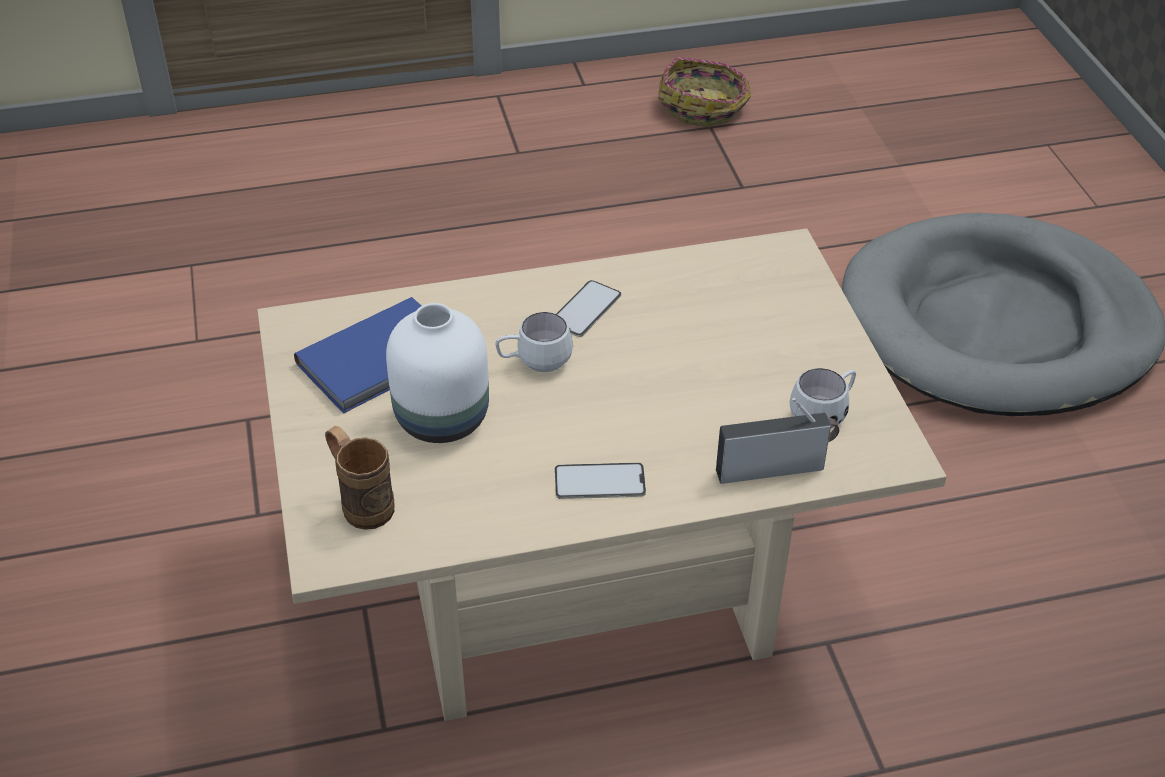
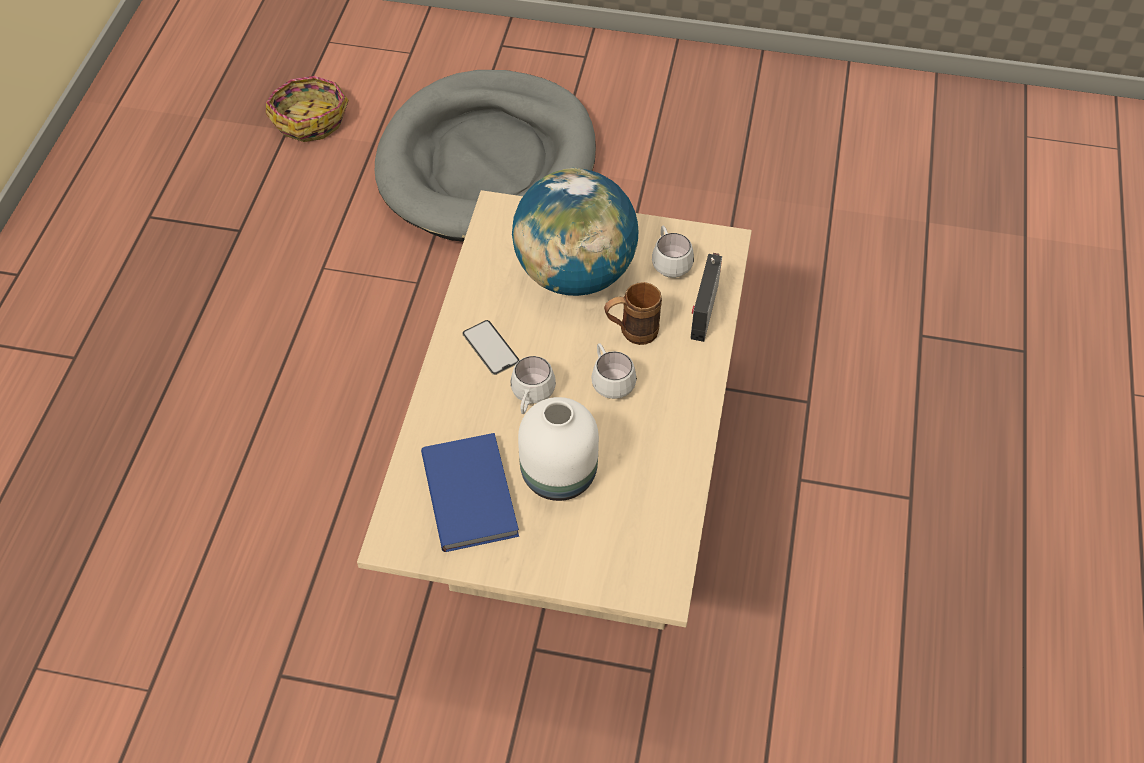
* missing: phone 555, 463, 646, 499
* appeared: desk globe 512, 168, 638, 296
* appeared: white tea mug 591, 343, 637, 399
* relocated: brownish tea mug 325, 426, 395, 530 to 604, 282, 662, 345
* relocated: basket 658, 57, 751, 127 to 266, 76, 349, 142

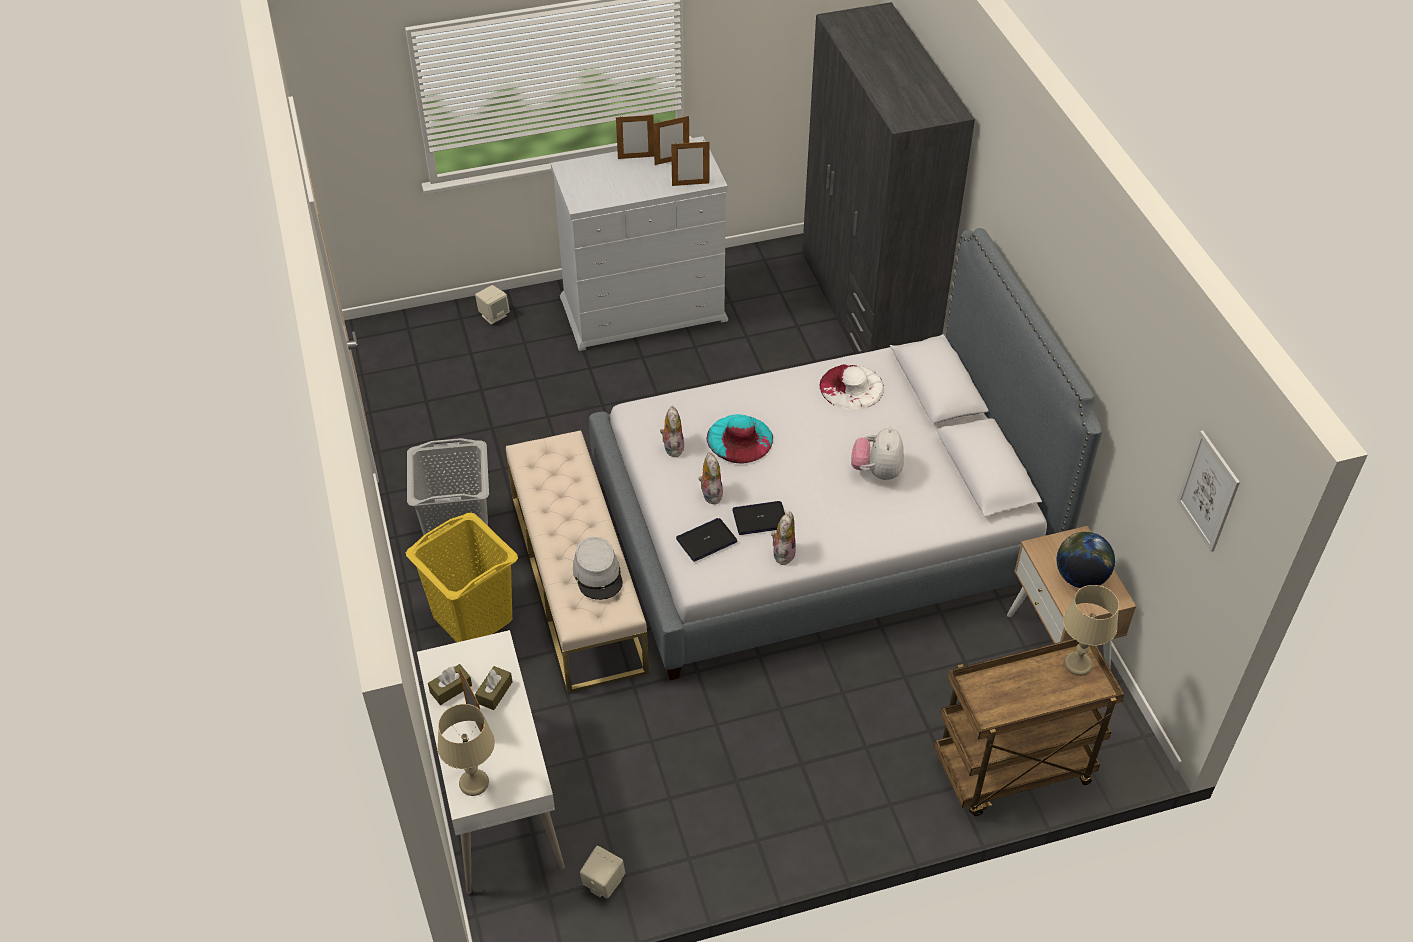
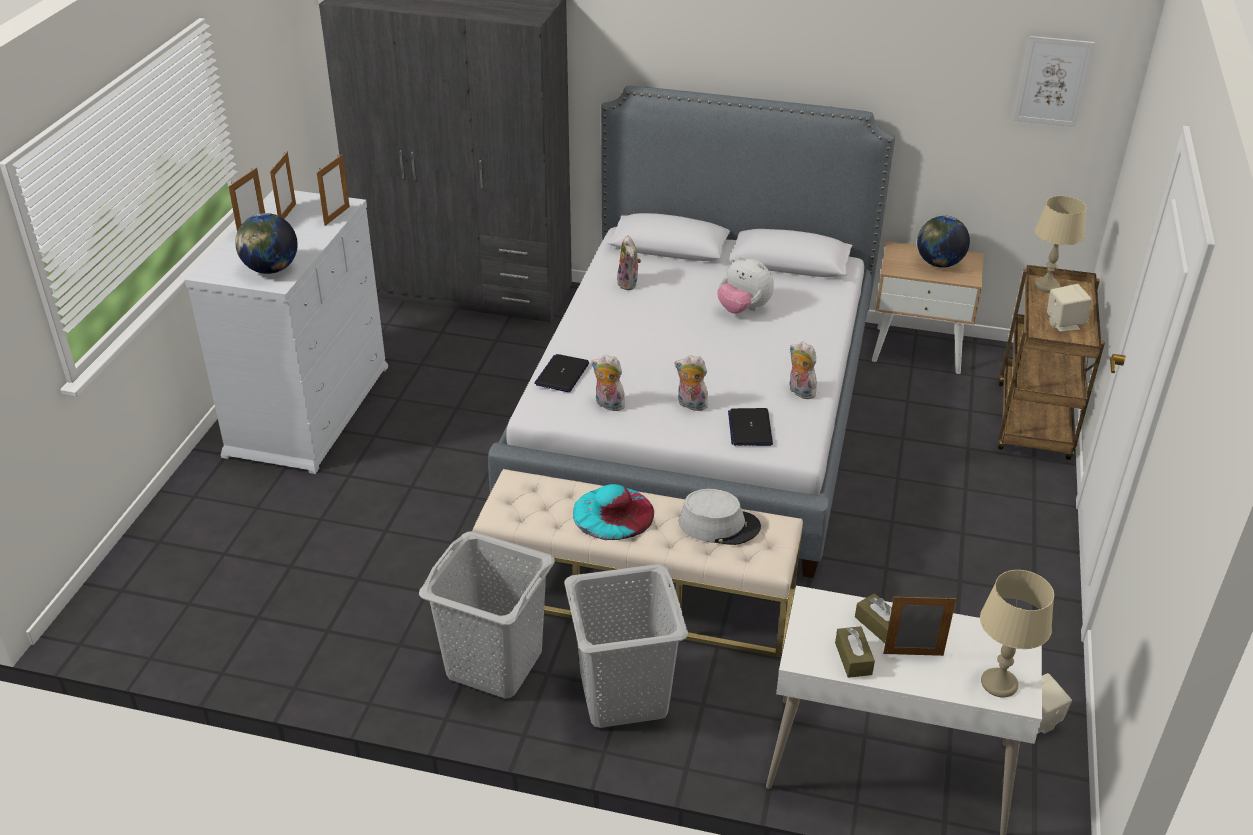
* appeared: desk globe 235, 213, 298, 274
* relocated: beige audio speaker 475, 285, 510, 325 to 1047, 284, 1092, 332
* relocated: blue-green hat 706, 414, 773, 464 to 573, 484, 654, 540
* relocated: notebook computer 732, 501, 785, 535 to 534, 354, 589, 392
* exchanged: white hat 819, 364, 884, 410 to cuddly toy 617, 235, 641, 290
* colour: yellowish hamper 406, 513, 518, 642 to grey hamper 564, 564, 688, 728

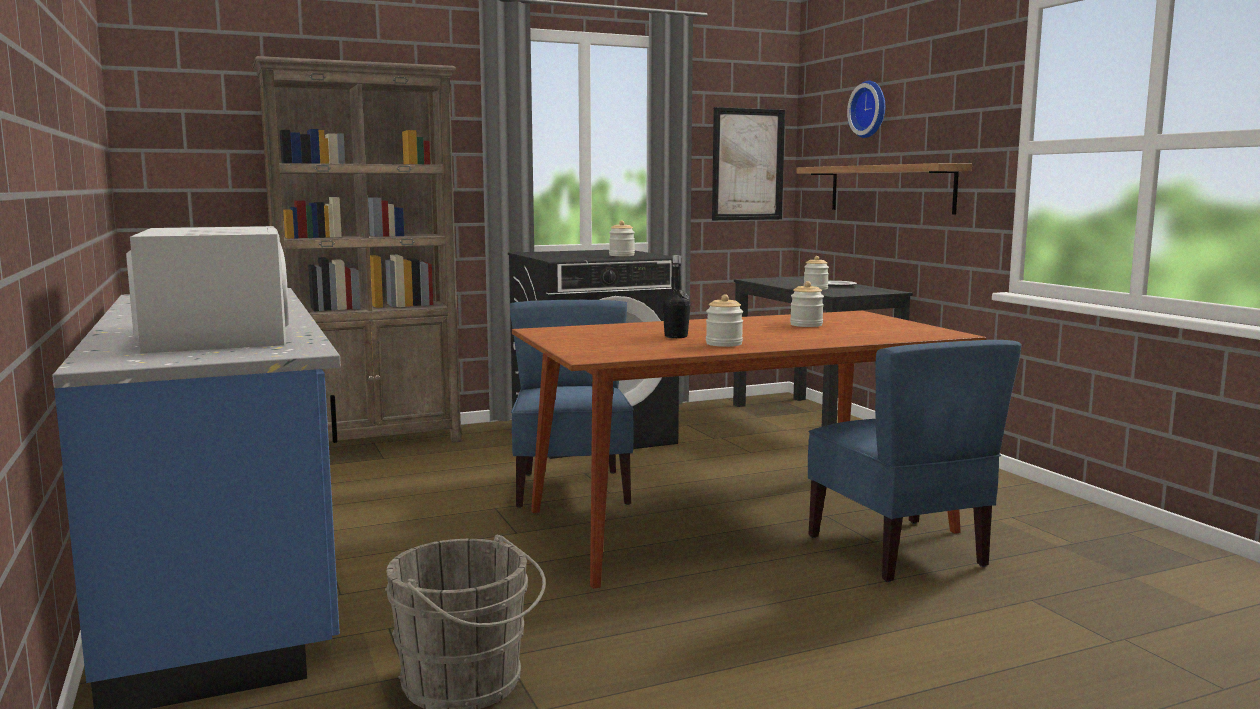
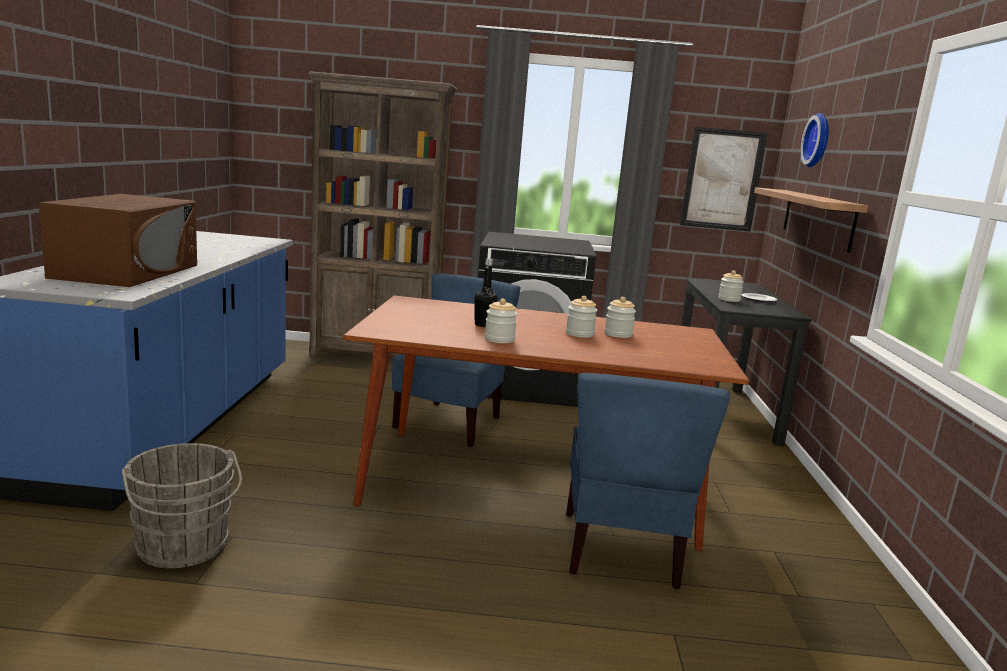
* relocated: preserve jar 609, 220, 635, 256 to 566, 296, 597, 338
* colour: white microwave oven 126, 226, 289, 354 to brownish microwave oven 39, 194, 197, 287

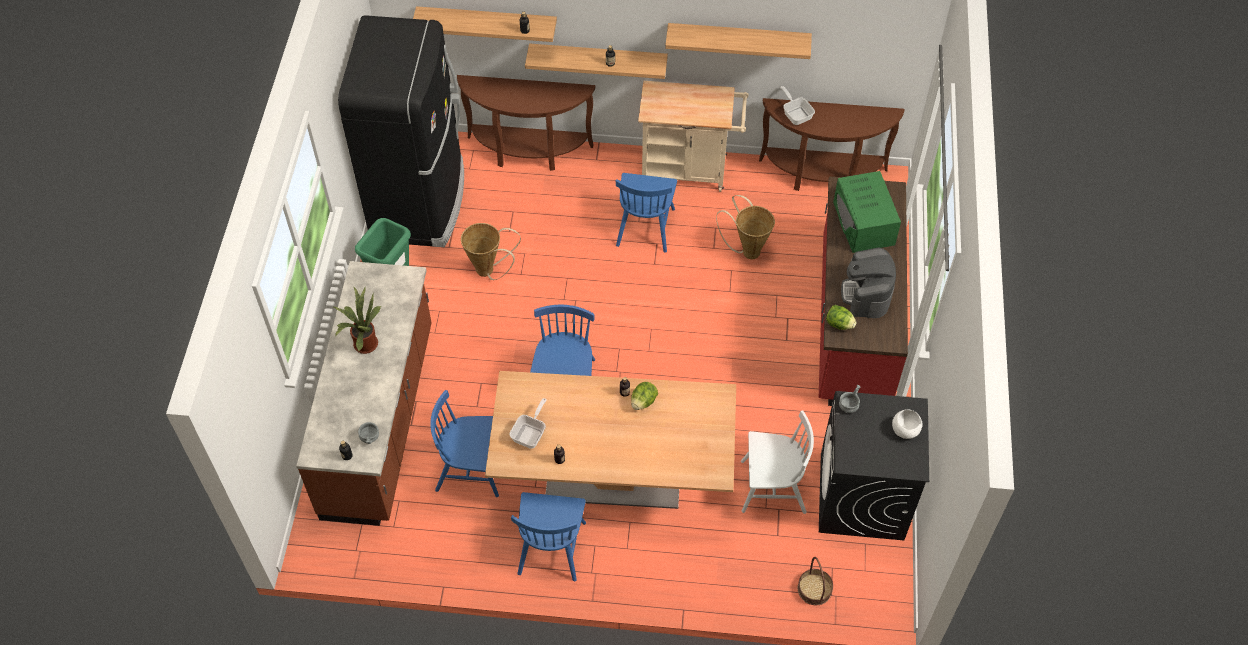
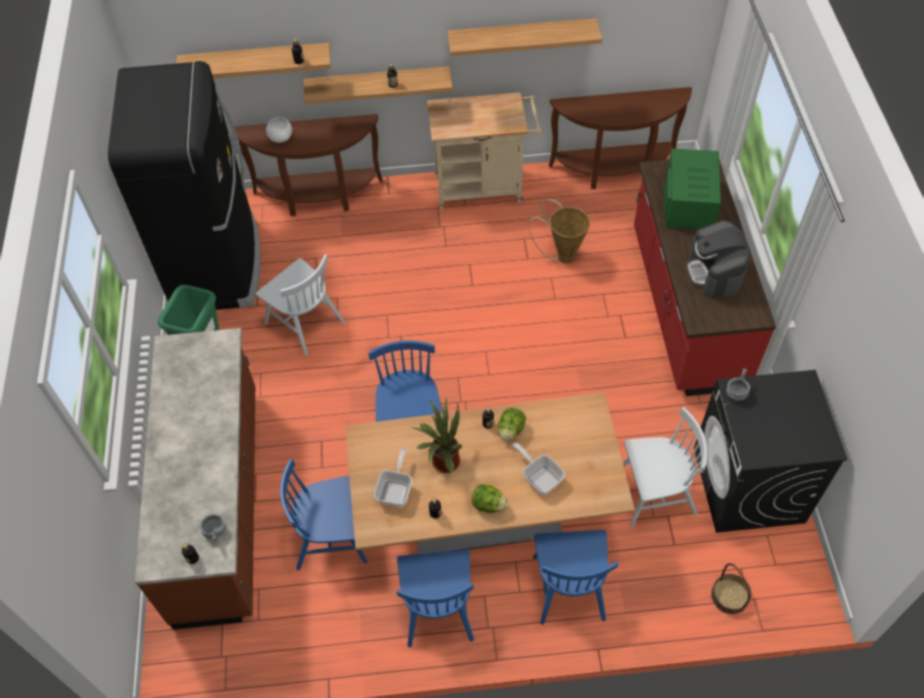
* relocated: potted plant 332, 287, 381, 354 to 413, 398, 462, 473
* relocated: blue plain chair 616, 173, 677, 253 to 533, 530, 618, 625
* relocated: skillet 780, 86, 815, 125 to 513, 442, 565, 495
* relocated: lettuce head 826, 305, 857, 330 to 472, 484, 508, 513
* relocated: white bowl 892, 409, 923, 439 to 266, 117, 292, 143
* exchanged: basket 461, 223, 521, 280 to white plain chair 256, 254, 345, 355
* spun: green-coloured microwave oven 833, 171, 901, 253 = 664, 148, 721, 229 150 degrees counterclockwise

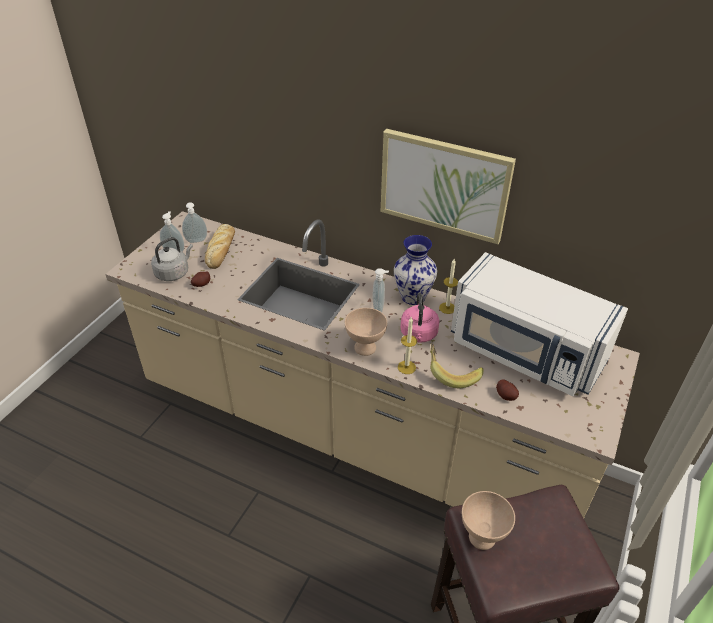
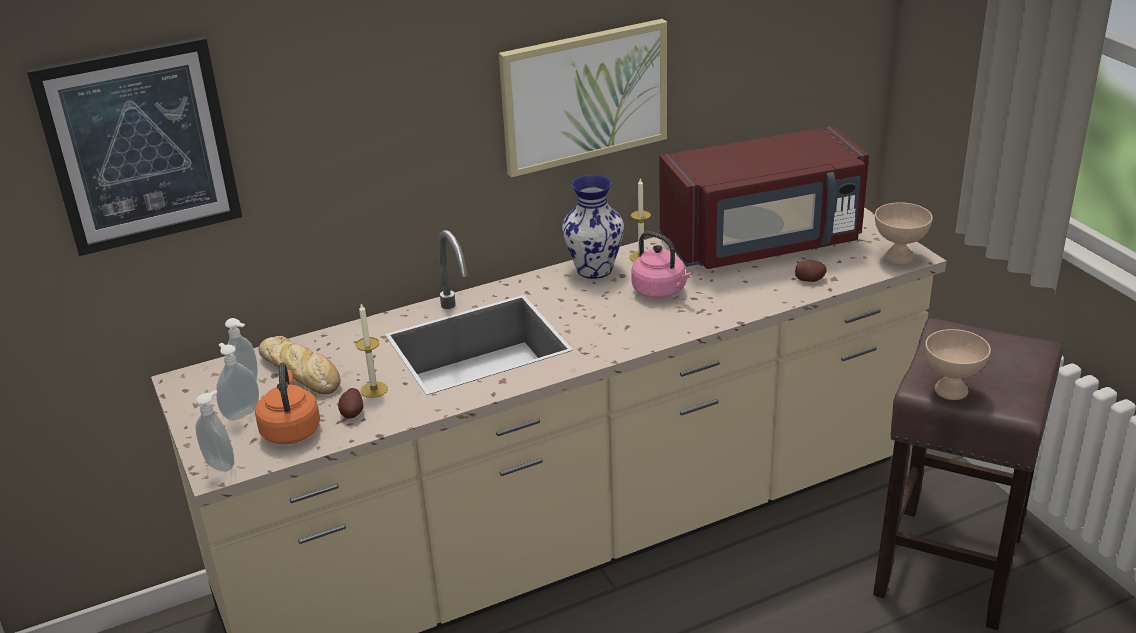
* missing: whole banana 430, 343, 484, 388
* appeared: picture 26, 36, 242, 256
* relocated: beige bowl 345, 308, 387, 356 to 875, 202, 933, 265
* relocated: liquid soap bottle 372, 268, 389, 312 to 195, 390, 234, 472
* relocated: candle 398, 317, 417, 374 to 356, 304, 388, 398
* colour: grey water kettle 151, 237, 193, 281 to orange water kettle 255, 363, 320, 444
* colour: white microwave oven 451, 252, 628, 396 to red-coloured microwave oven 660, 126, 869, 269

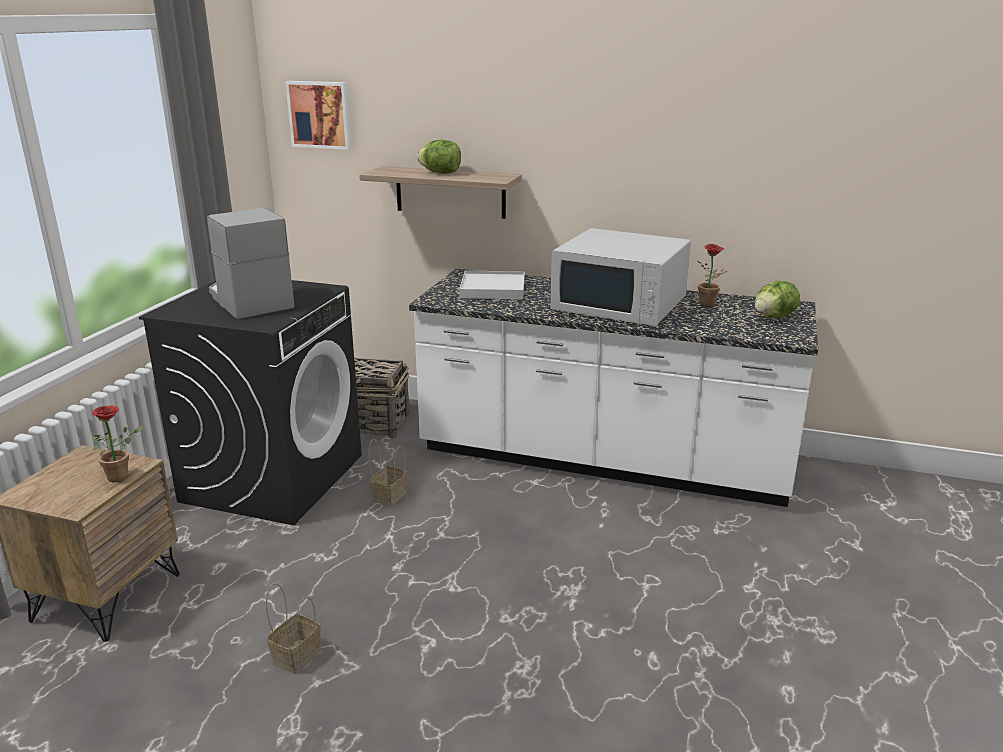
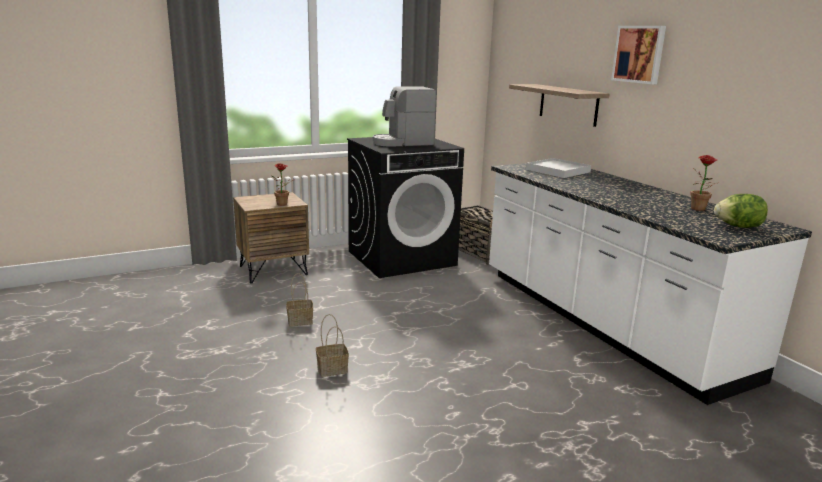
* missing: lettuce head 417, 140, 461, 174
* missing: white microwave oven 550, 228, 691, 326
* relocated: picture 285, 81, 352, 150 to 611, 26, 666, 84
* relocated: basket 368, 439, 407, 506 to 316, 314, 349, 377
* spun: coffee machine 207, 208, 294, 319 = 373, 87, 436, 147 120 degrees counterclockwise

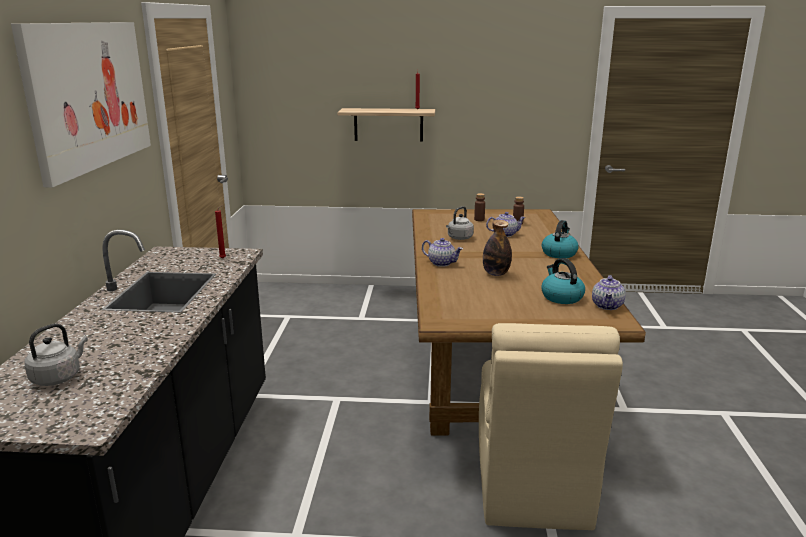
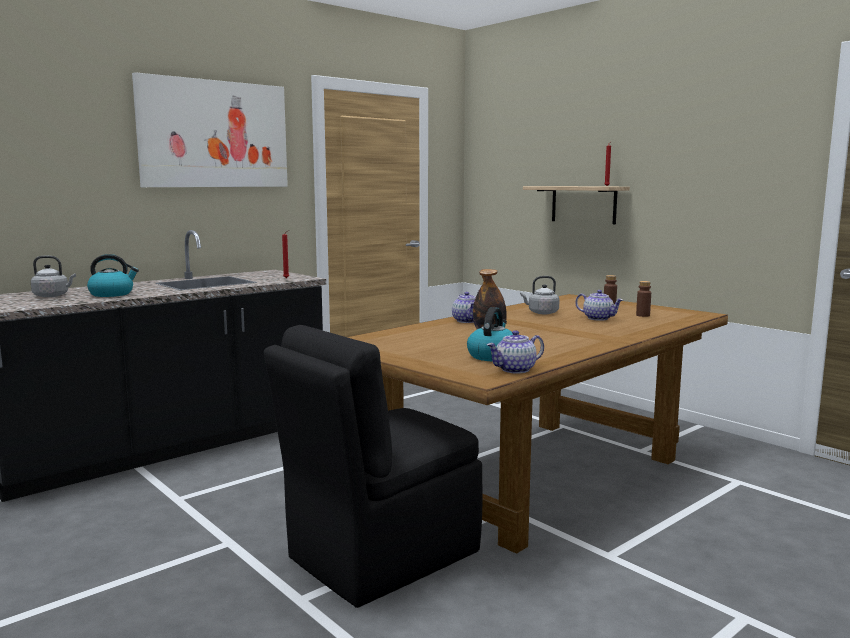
* relocated: water kettle 542, 220, 579, 258 to 87, 254, 139, 297
* colour: beige plain chair 479, 323, 623, 530 to black plain chair 264, 325, 482, 608

